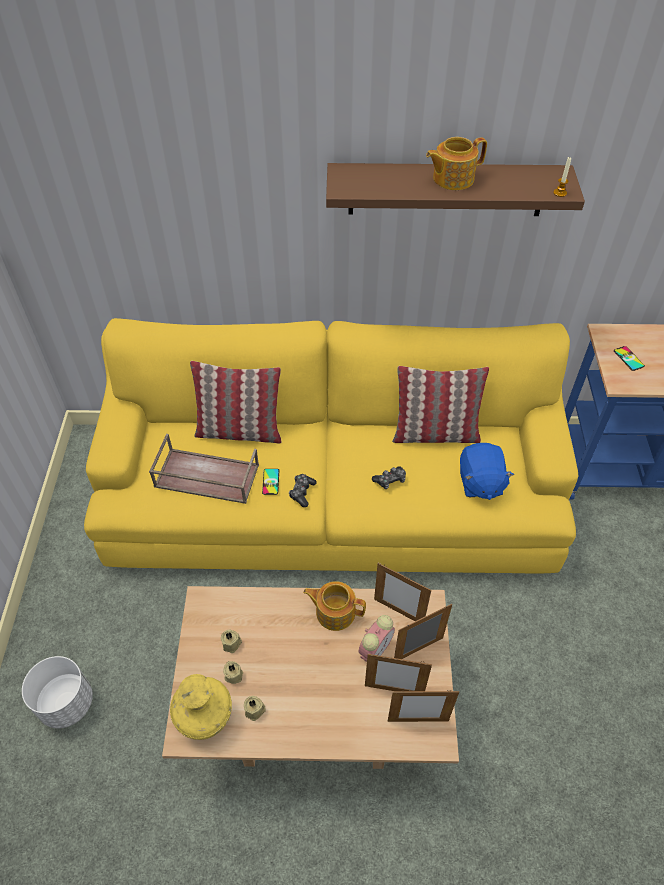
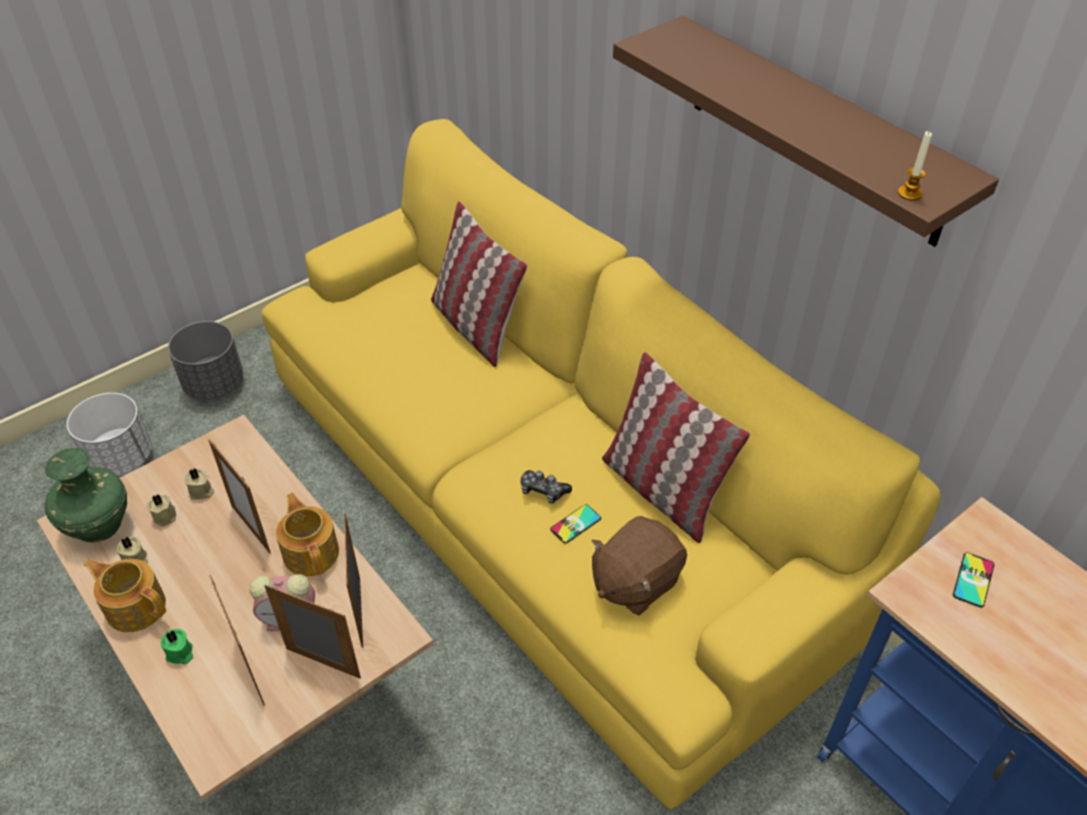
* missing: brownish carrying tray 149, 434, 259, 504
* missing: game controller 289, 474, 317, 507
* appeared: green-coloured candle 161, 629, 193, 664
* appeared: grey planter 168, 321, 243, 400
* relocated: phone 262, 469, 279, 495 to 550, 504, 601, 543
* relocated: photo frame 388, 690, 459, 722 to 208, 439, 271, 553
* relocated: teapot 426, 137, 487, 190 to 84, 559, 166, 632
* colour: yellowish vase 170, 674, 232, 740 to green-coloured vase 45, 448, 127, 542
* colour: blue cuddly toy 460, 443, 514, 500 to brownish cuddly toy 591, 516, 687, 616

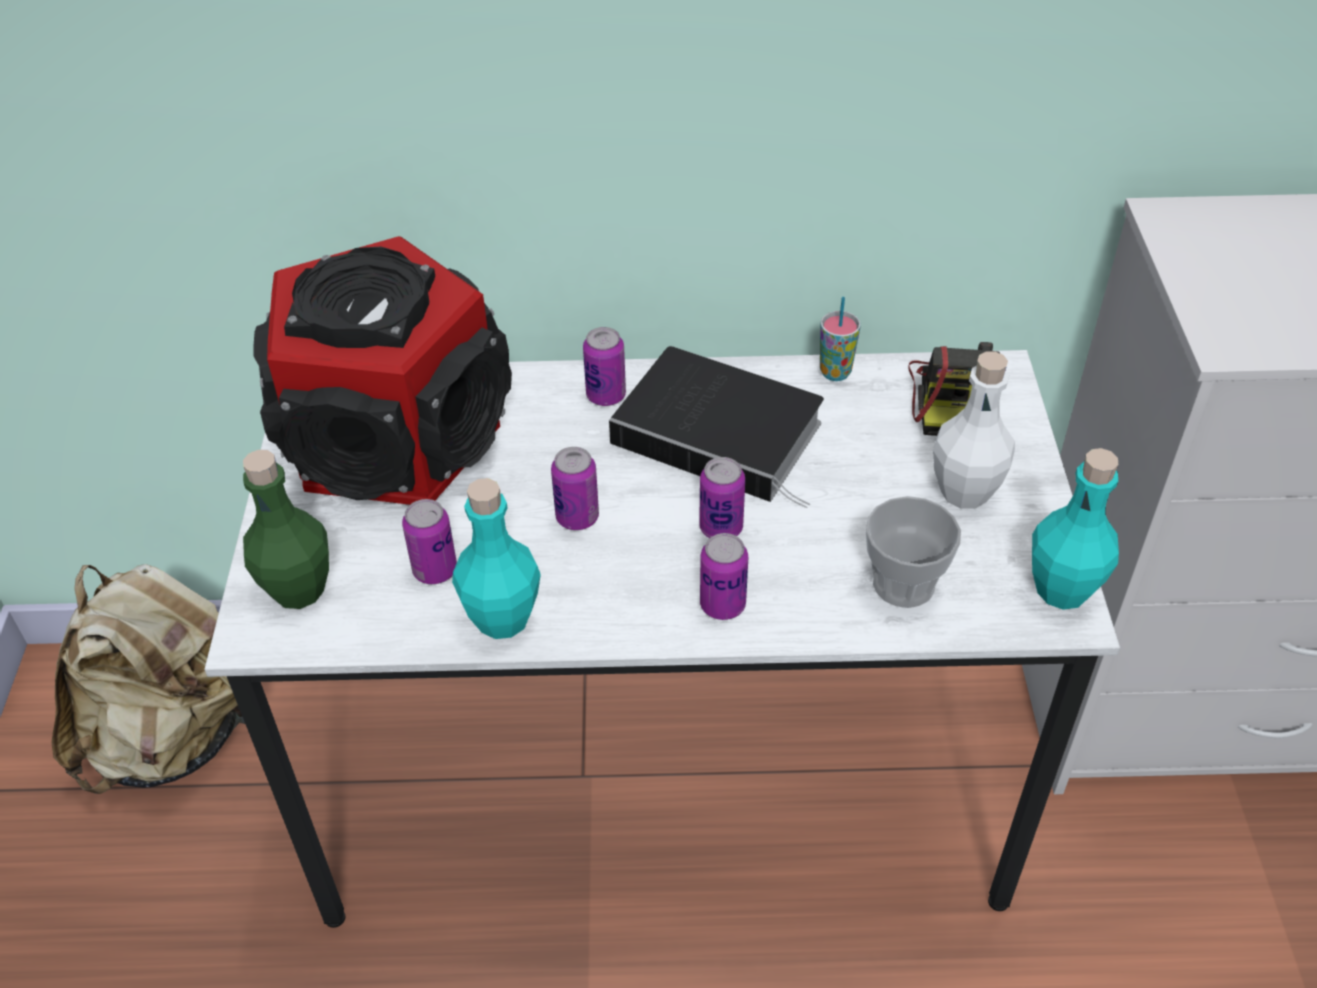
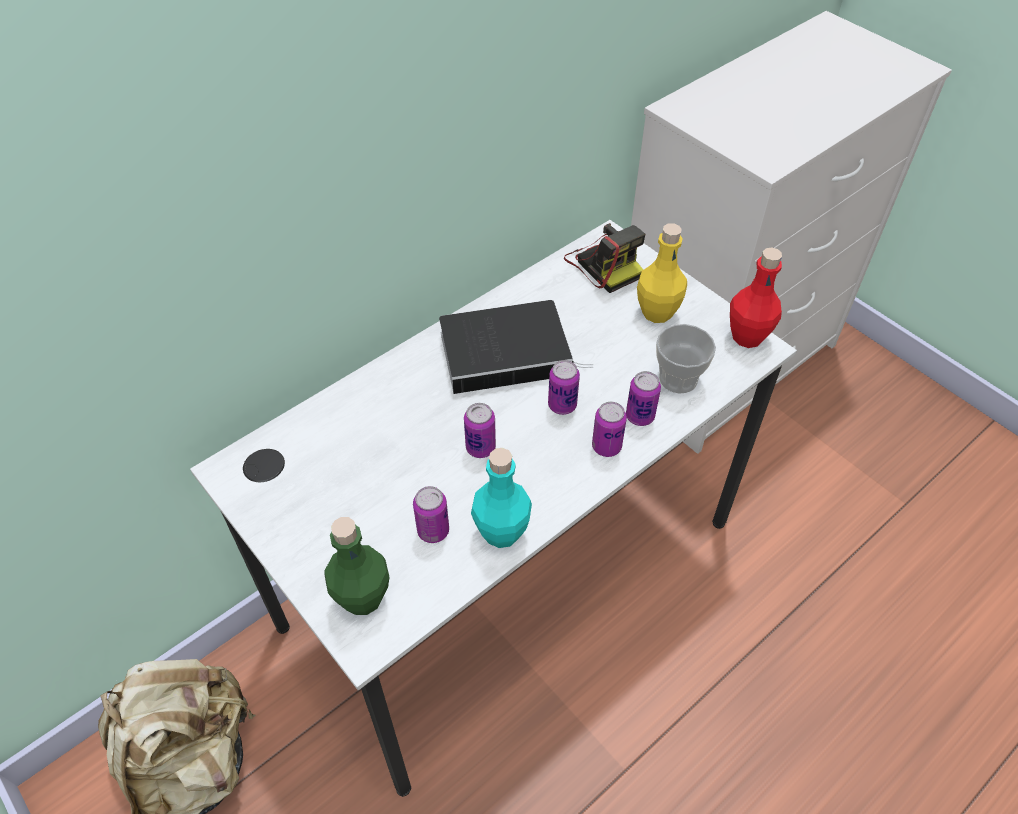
* missing: audio speaker 254, 236, 512, 505
* missing: drinking cup 820, 297, 861, 381
* relocated: metal can 583, 327, 626, 406 to 626, 371, 661, 426
* colour: white bottle 933, 351, 1015, 508 to yellowish bottle 637, 223, 687, 323
* colour: blue-green bottle 1032, 448, 1119, 610 to red-coloured bottle 730, 247, 782, 348

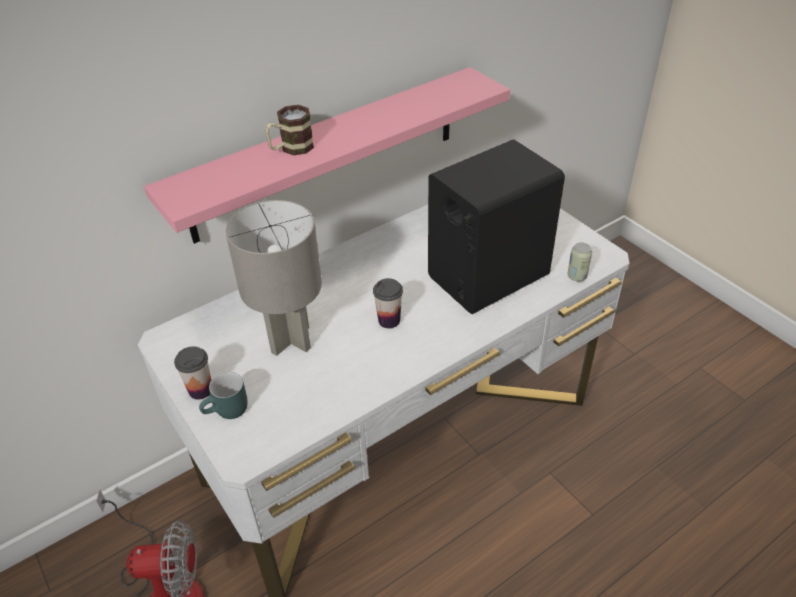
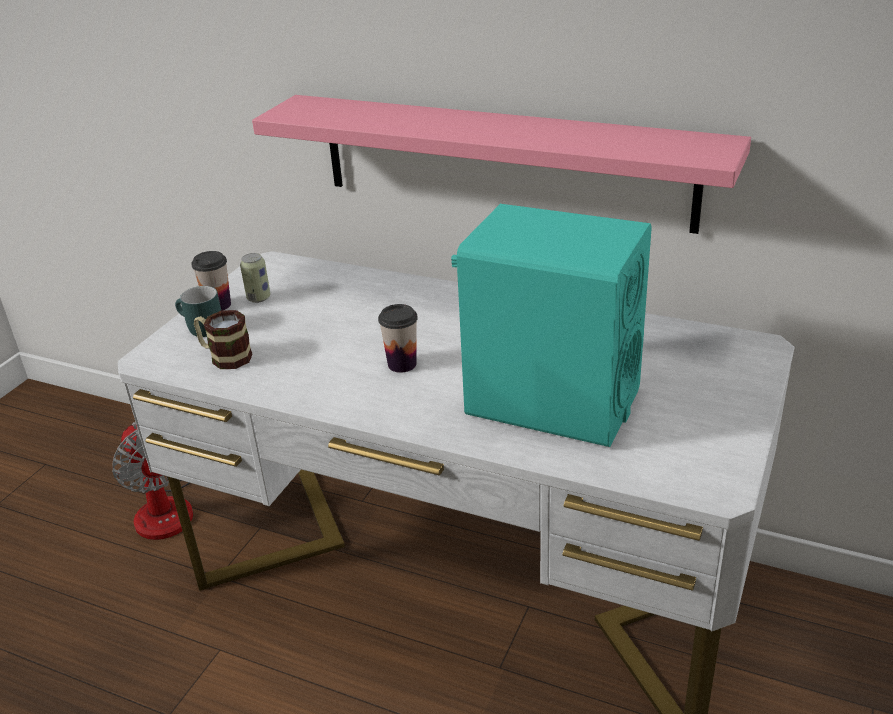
* missing: grey table lamp 226, 200, 322, 356
* relocated: tea mug 265, 105, 314, 155 to 194, 310, 253, 369
* relocated: metal can 567, 242, 592, 281 to 240, 253, 271, 303
* colour: black audio speaker 428, 139, 565, 314 to blue-green audio speaker 451, 204, 652, 447

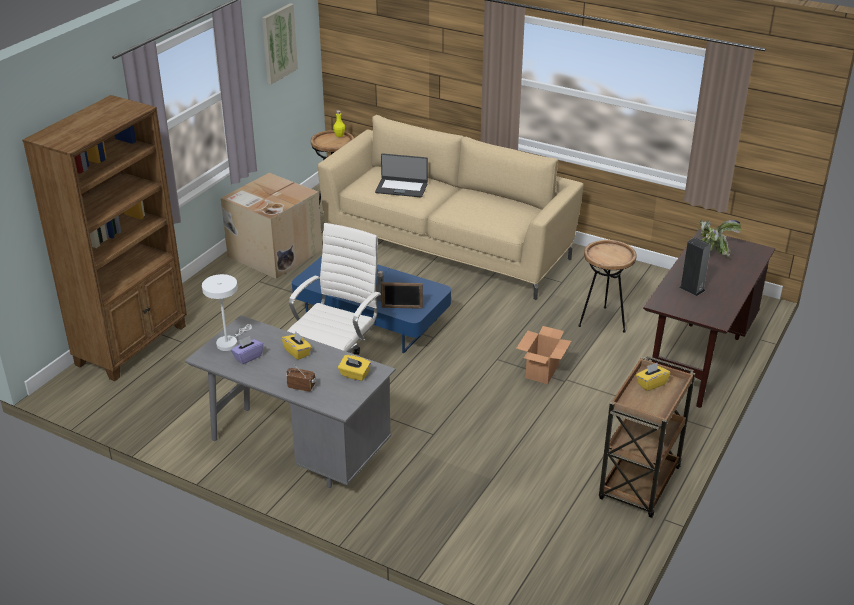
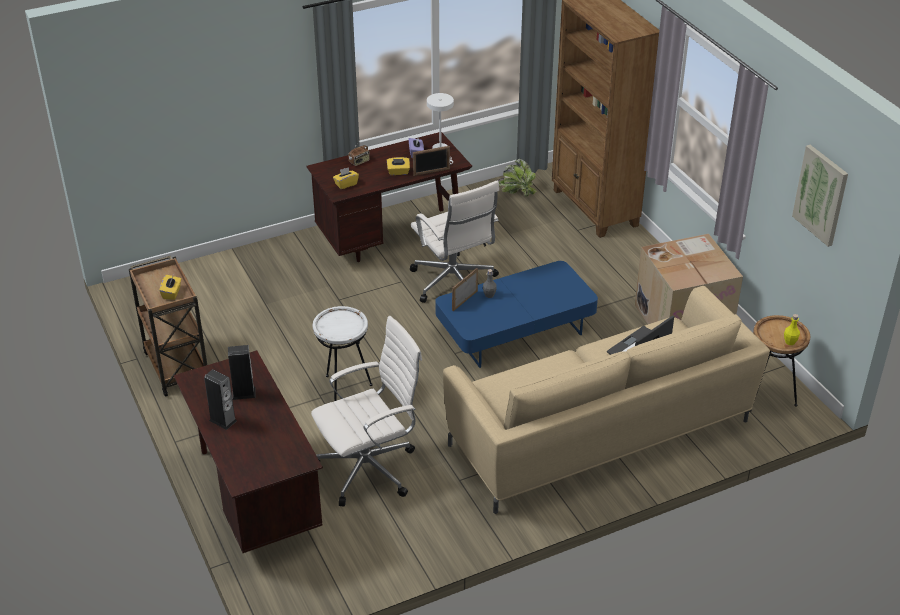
* appeared: audio speaker 204, 369, 237, 430
* appeared: photo frame 413, 146, 450, 176
* relocated: potted plant 699, 220, 741, 258 to 498, 159, 537, 197
* exchanged: cardboard box 516, 326, 572, 384 to white side table 313, 306, 373, 401
* exchanged: brownish side table 578, 240, 637, 332 to white office chair 311, 316, 422, 506
* colour: grey desk unit 185, 315, 396, 488 to brownish desk unit 306, 132, 472, 262

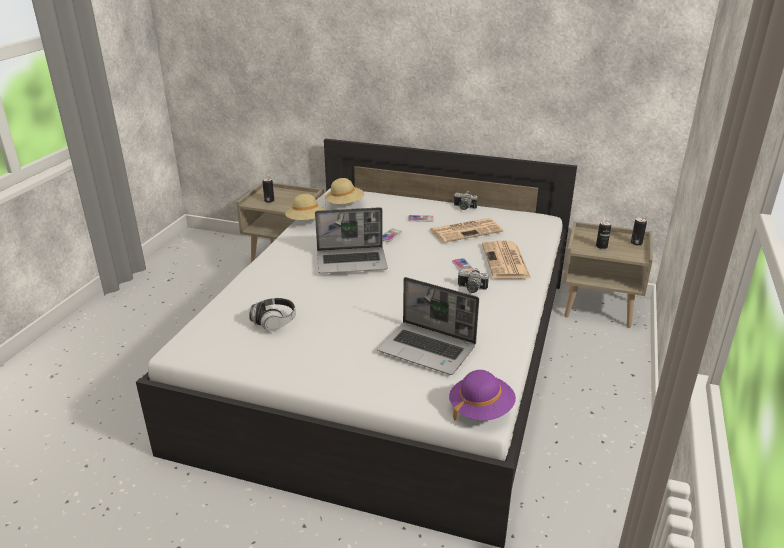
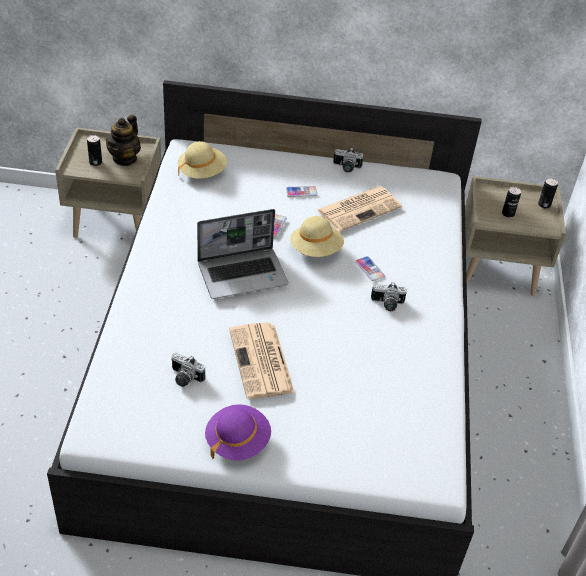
* missing: notebook computer 377, 277, 479, 375
* appeared: teapot 106, 115, 141, 166
* relocated: beige hat 285, 194, 326, 220 to 290, 216, 344, 257
* relocated: purple hat 449, 370, 516, 421 to 205, 404, 271, 461
* relocated: newspaper 482, 240, 531, 279 to 229, 322, 295, 399
* exchanged: pair of headphones 249, 298, 296, 331 to photo camera 172, 353, 205, 387

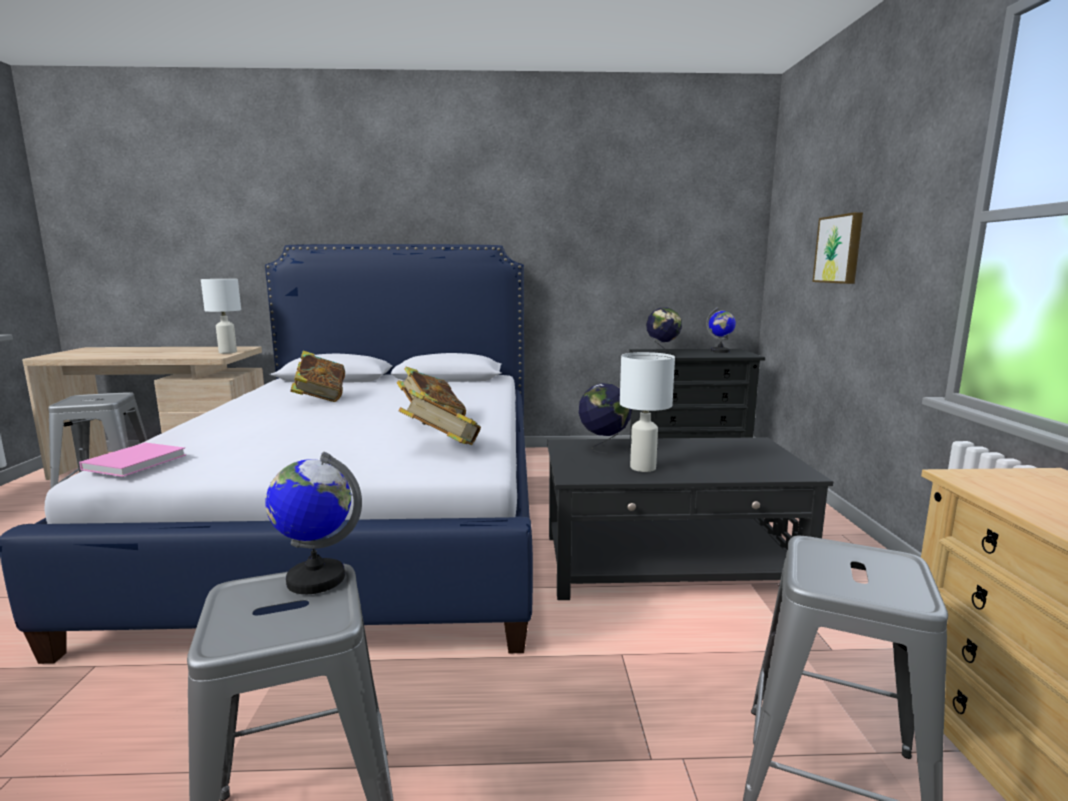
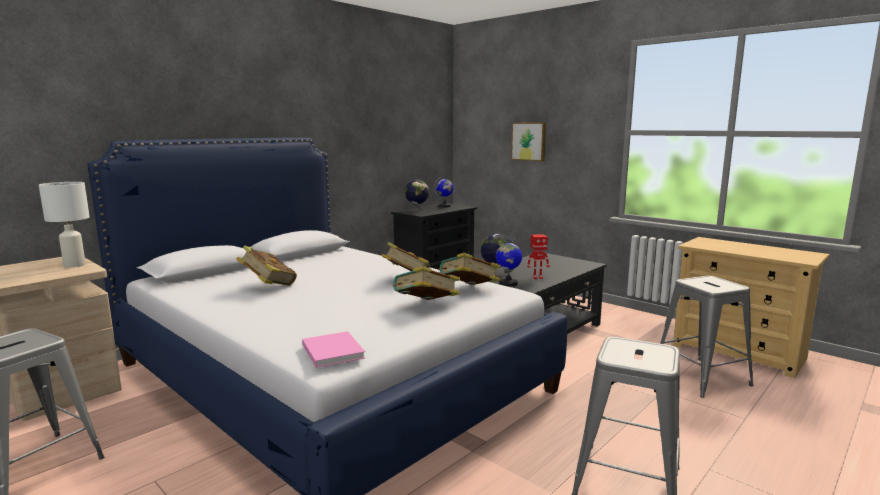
* appeared: bound book 393, 266, 460, 300
* relocated: desk globe 265, 452, 362, 594 to 496, 239, 522, 287
* exchanged: white table lamp 620, 352, 675, 472 to model robot 527, 234, 550, 279

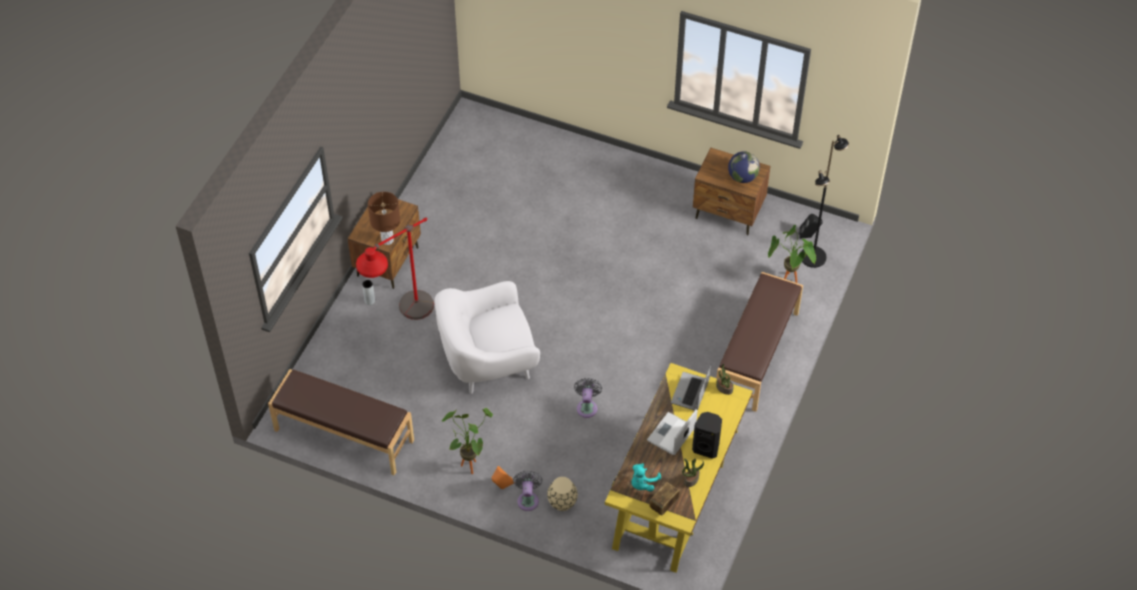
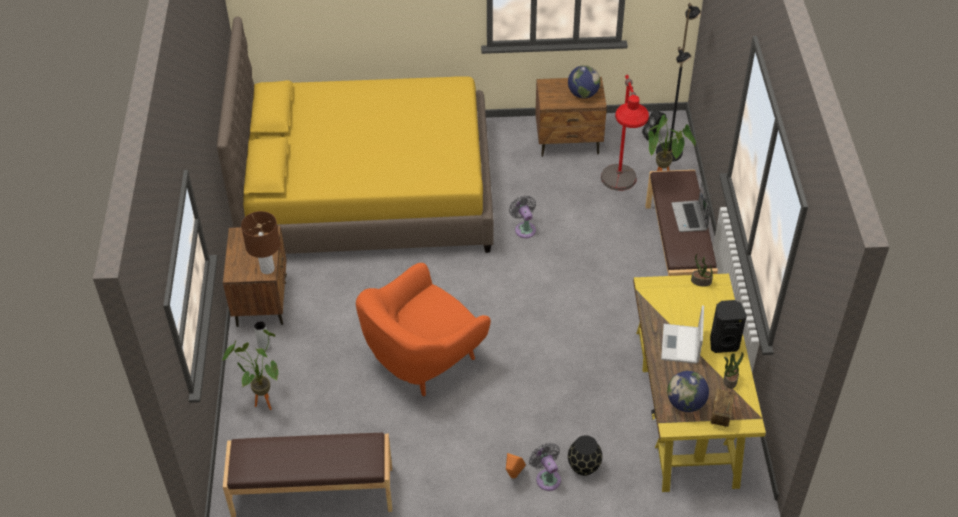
* appeared: yellowish sleeping bed 217, 16, 493, 254
* relocated: red-coloured standing lamp 356, 217, 434, 320 to 601, 75, 649, 191
* relocated: potted plant 442, 408, 493, 474 to 222, 329, 278, 410
* relocated: grey fan 574, 378, 602, 418 to 509, 195, 536, 238
* relocated: notebook computer 671, 365, 711, 411 to 672, 182, 711, 232
* exchanged: blue-green cuddly toy 631, 463, 661, 491 to desk globe 667, 371, 709, 412
* colour: white lounge chair 434, 281, 540, 394 to orange lounge chair 356, 263, 491, 396
* colour: beige vase 547, 477, 578, 511 to black vase 568, 435, 602, 476

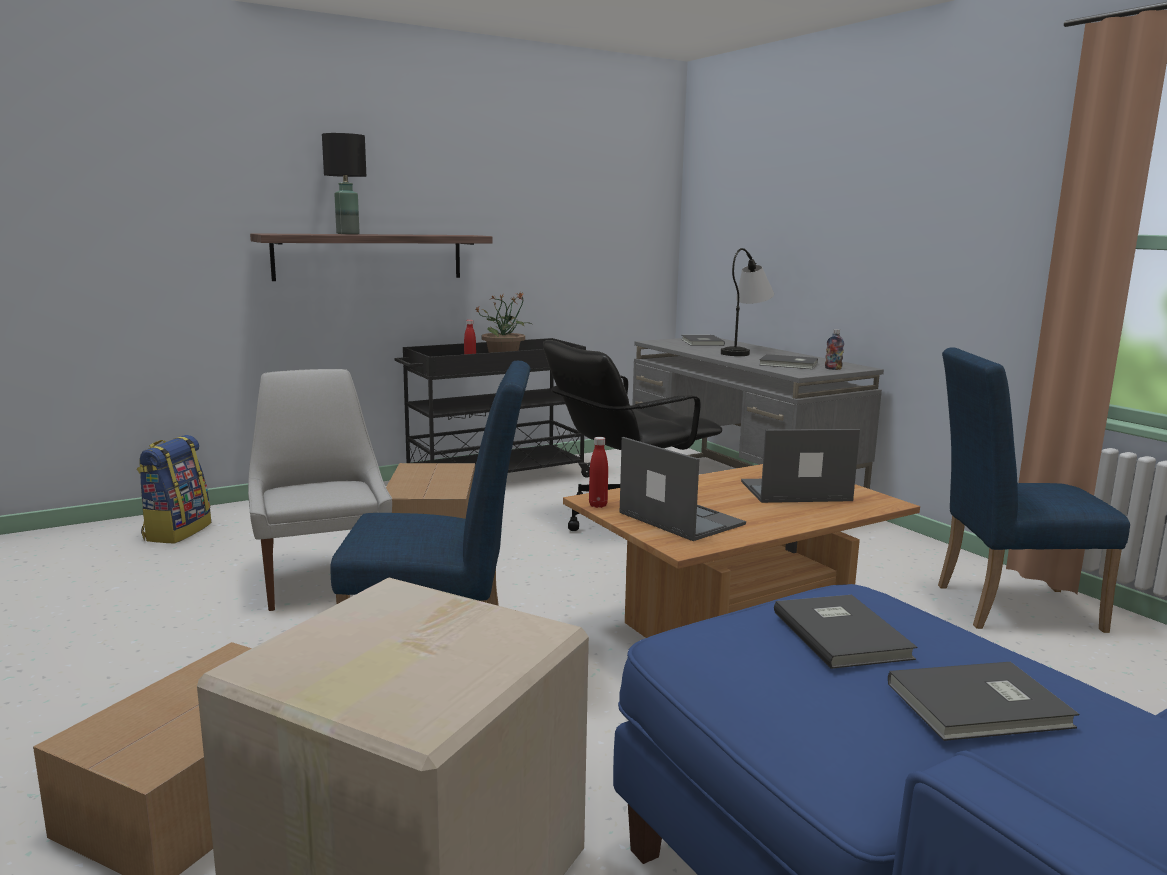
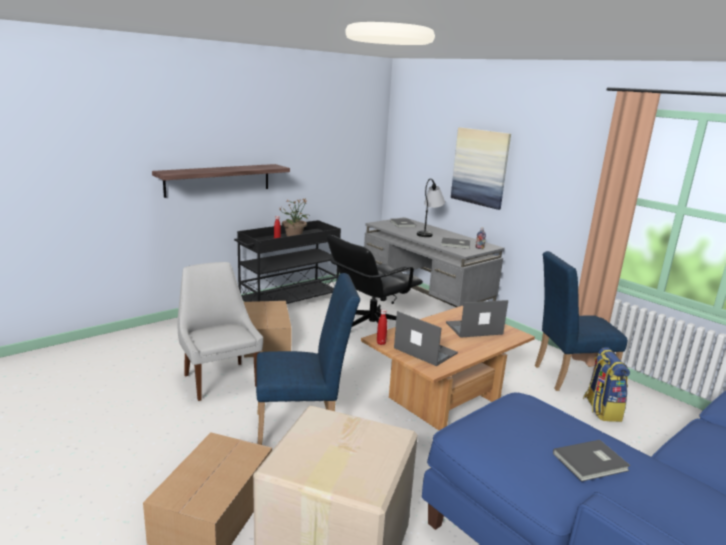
* missing: black table lamp 322, 133, 366, 234
* missing: grey bound book 774, 595, 917, 669
* appeared: picture 451, 127, 511, 210
* relocated: backpack 137, 435, 211, 543 to 583, 347, 630, 422

